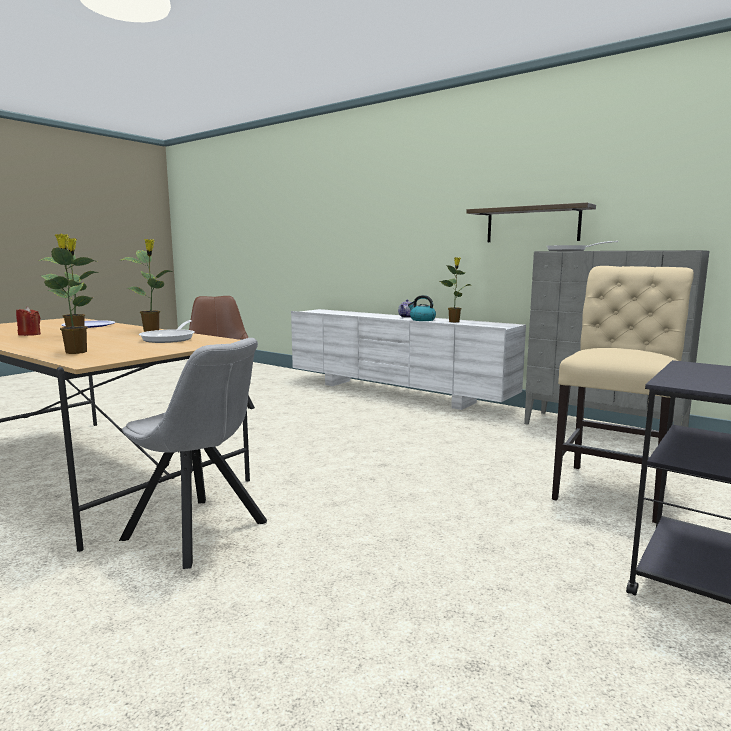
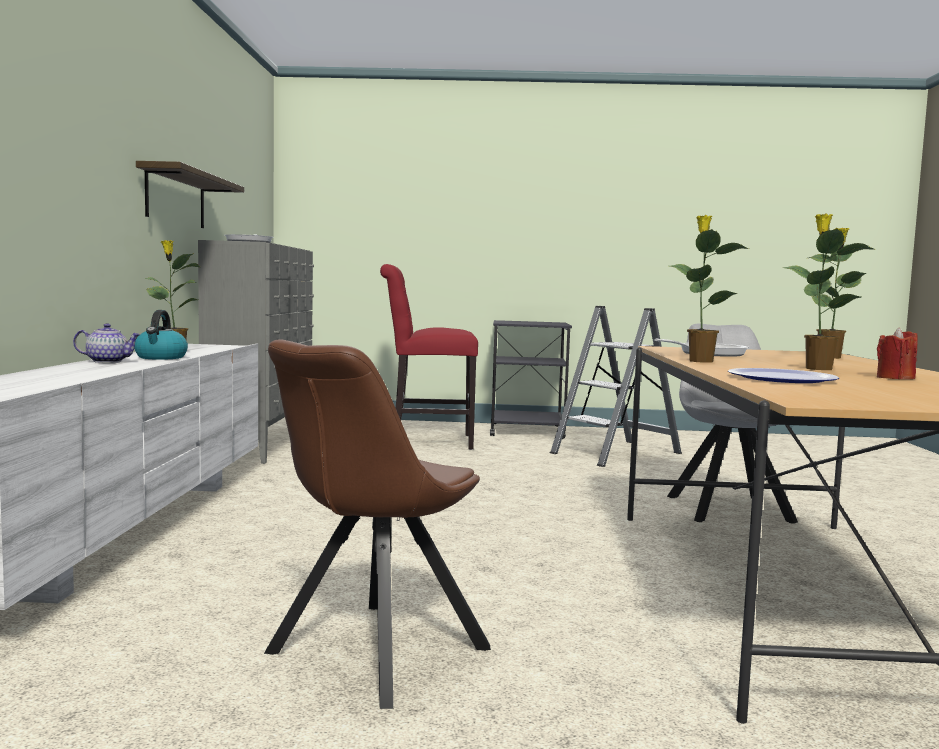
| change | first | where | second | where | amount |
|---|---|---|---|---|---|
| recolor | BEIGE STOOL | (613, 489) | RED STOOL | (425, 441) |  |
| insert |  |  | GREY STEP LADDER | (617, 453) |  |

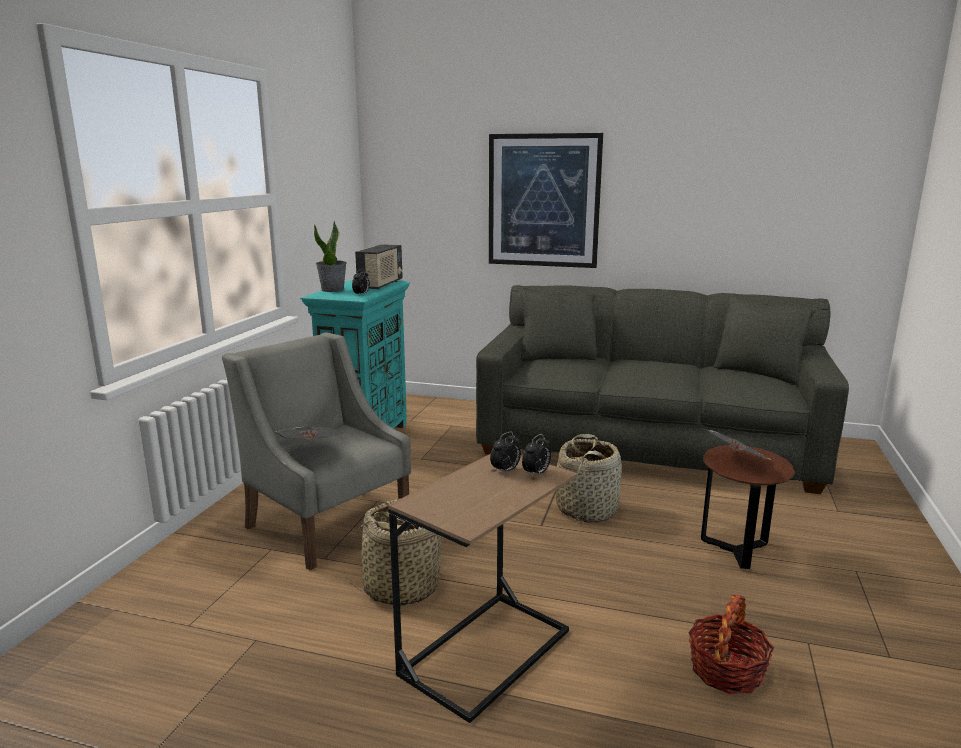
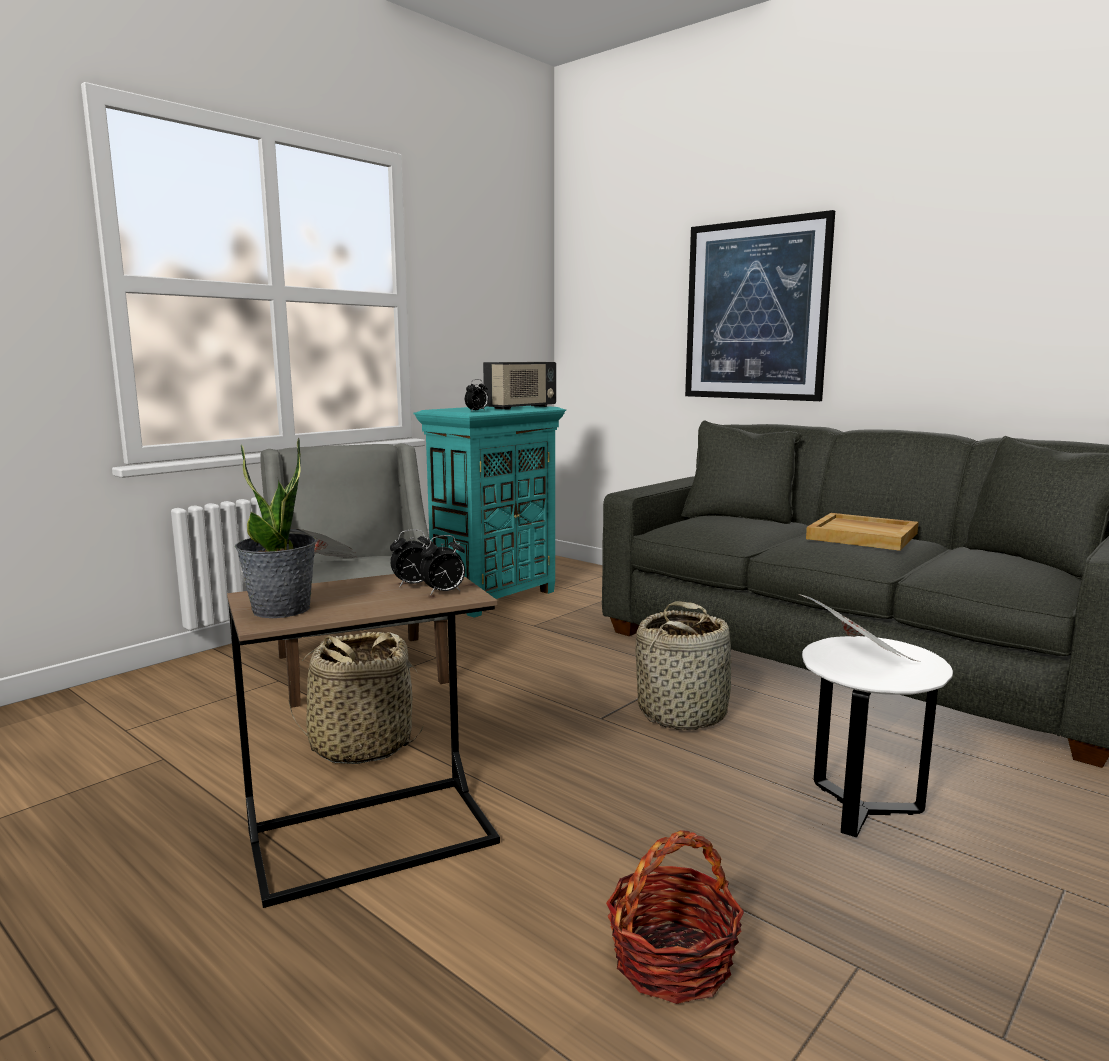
| change | first | where | second | where | amount |
|---|---|---|---|---|---|
| move | POTTED PLANT | (333, 290) |  | (281, 609) |  |
| recolor | BROWN SIDE TABLE | (736, 551) | WHITE SIDE TABLE | (861, 810) |  |
| insert |  |  | BEIGE TRAY | (863, 536) |  |

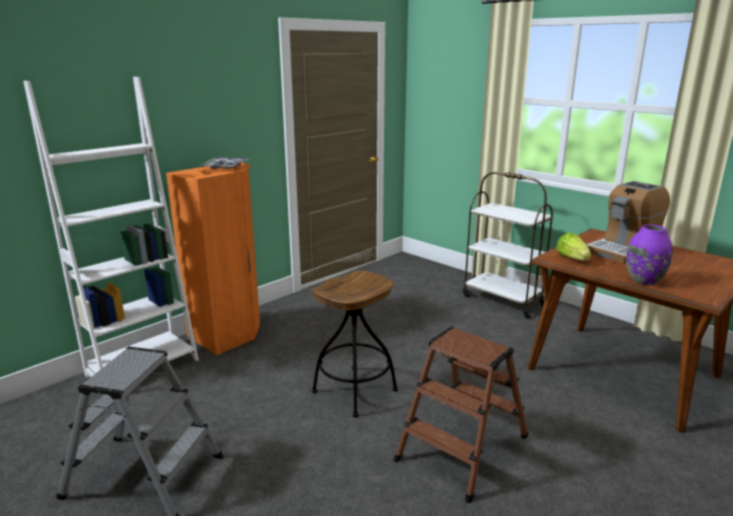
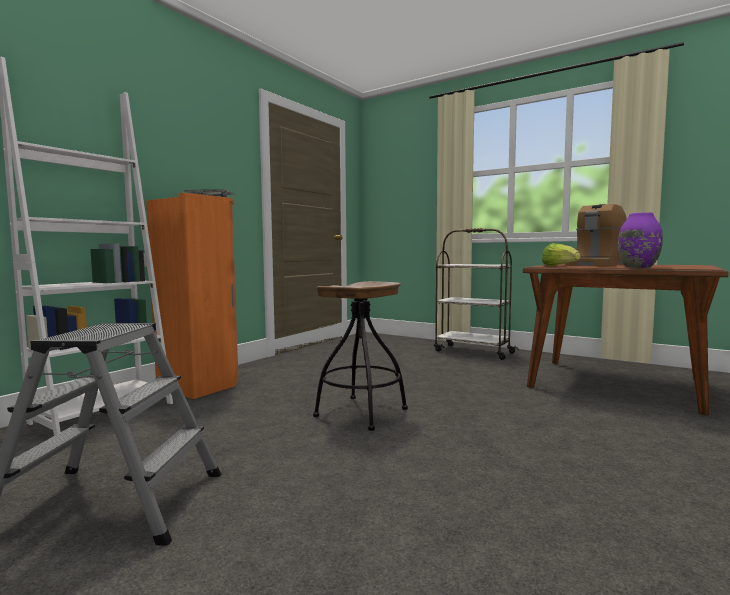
| change | first | where | second | where | amount |
|---|---|---|---|---|---|
| delete | BROWN STEP LADDER | (463, 447) |  |  |  |

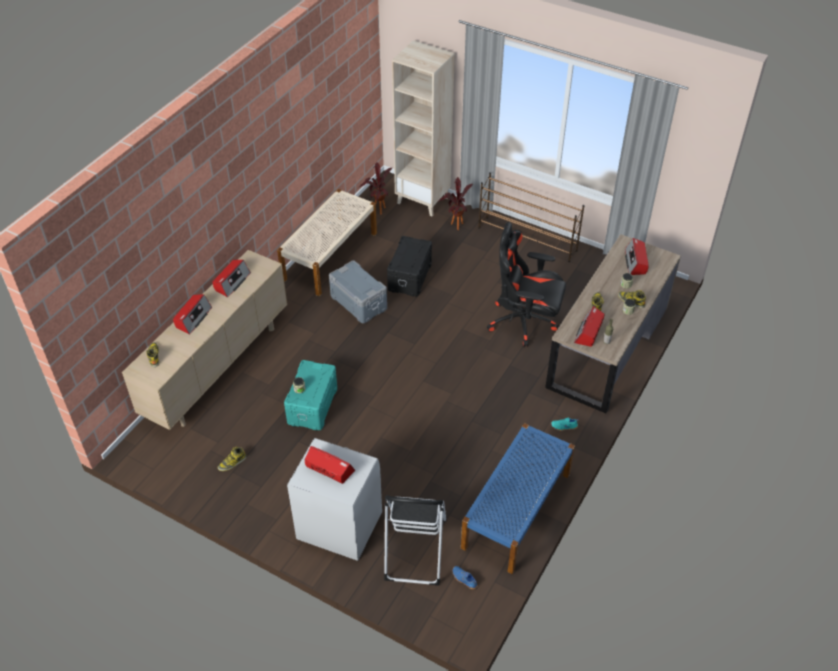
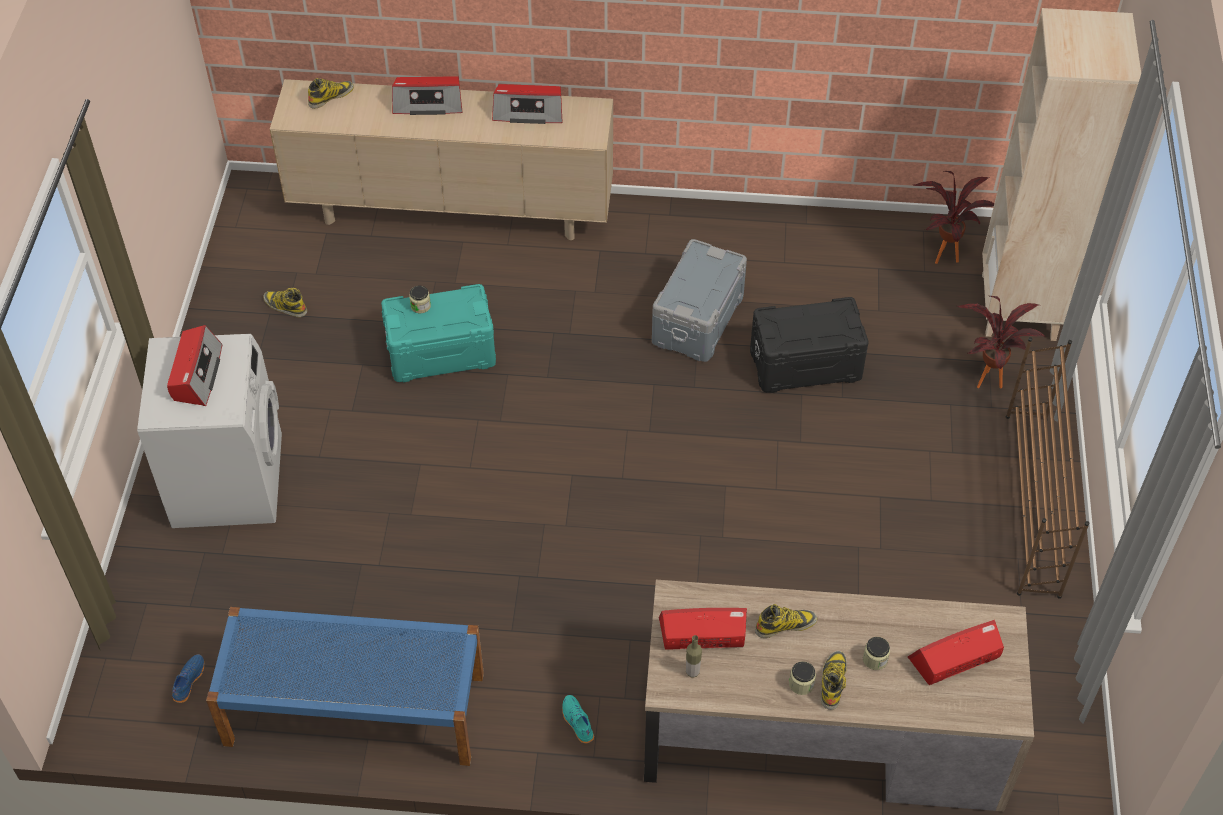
| change | first | where | second | where | amount |
|---|---|---|---|---|---|
| delete | BEIGE BENCH | (329, 256) |  |  |  |
| delete | STEP LADDER | (414, 551) |  |  |  |
| delete | BLACK OFFICE CHAIR | (526, 323) |  |  |  |

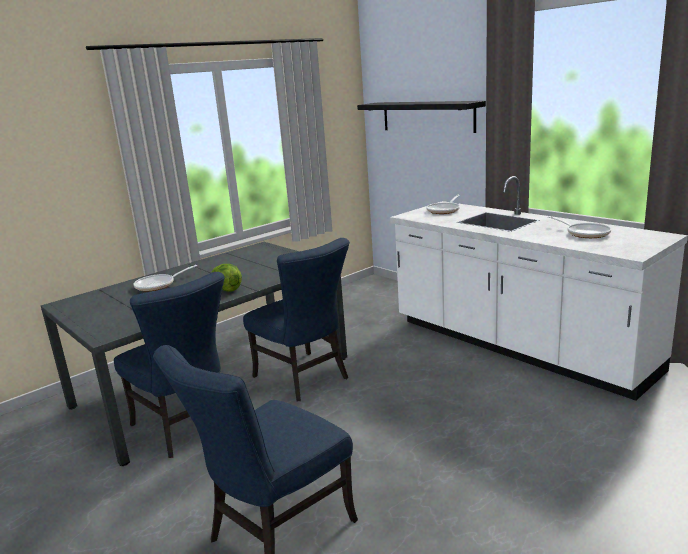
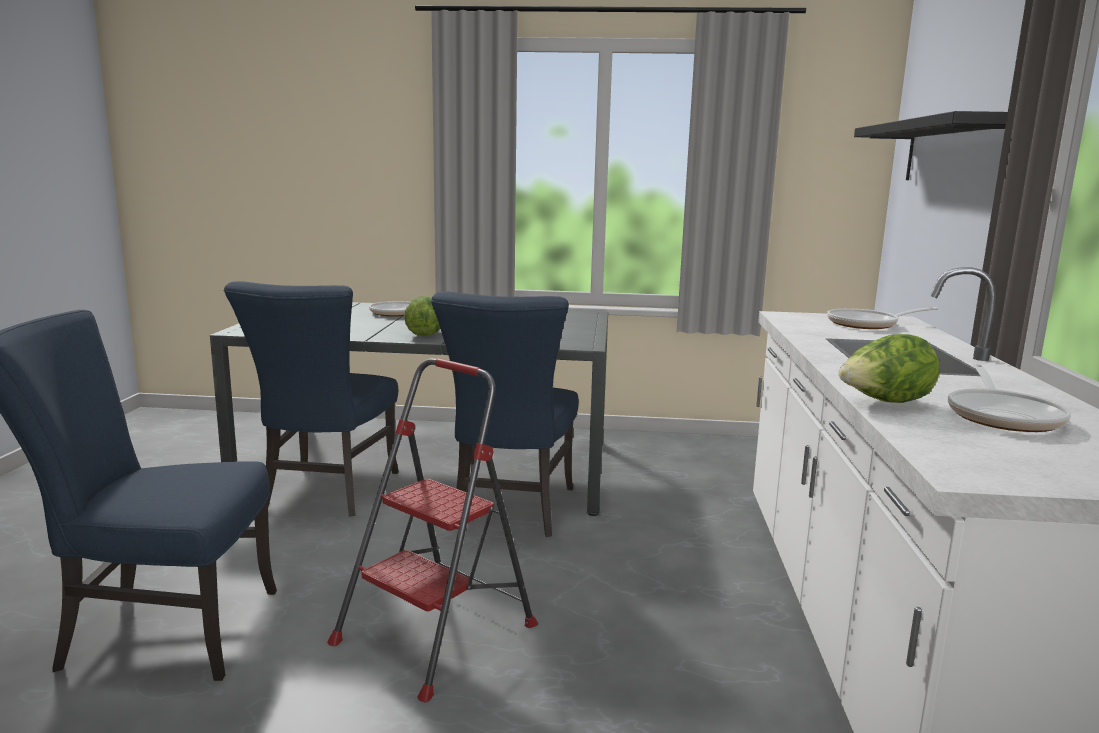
| change | first | where | second | where | amount |
|---|---|---|---|---|---|
| insert |  |  | RED STEP LADDER | (440, 630) |  |
| insert |  |  | LETTUCE | (884, 403) |  |

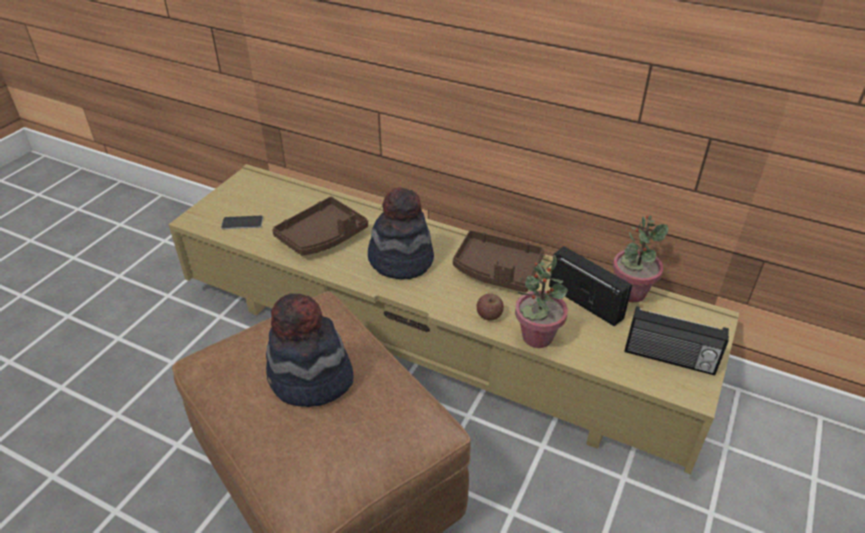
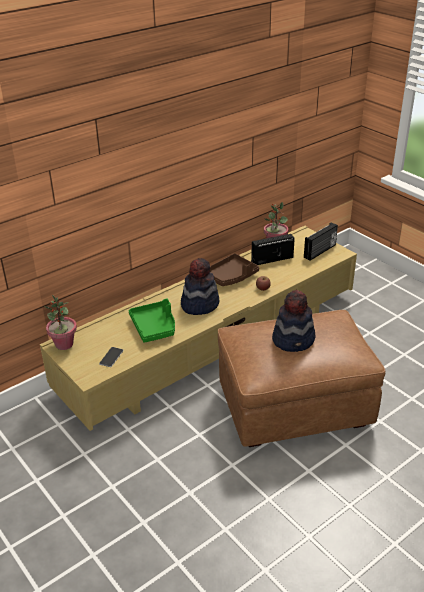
| change | first | where | second | where | amount |
|---|---|---|---|---|---|
| recolor | BROWN TRAY | (322, 237) | GREEN TRAY | (154, 327) |  |
| move | POTTED PLANT | (537, 337) |  | (64, 344) |  |

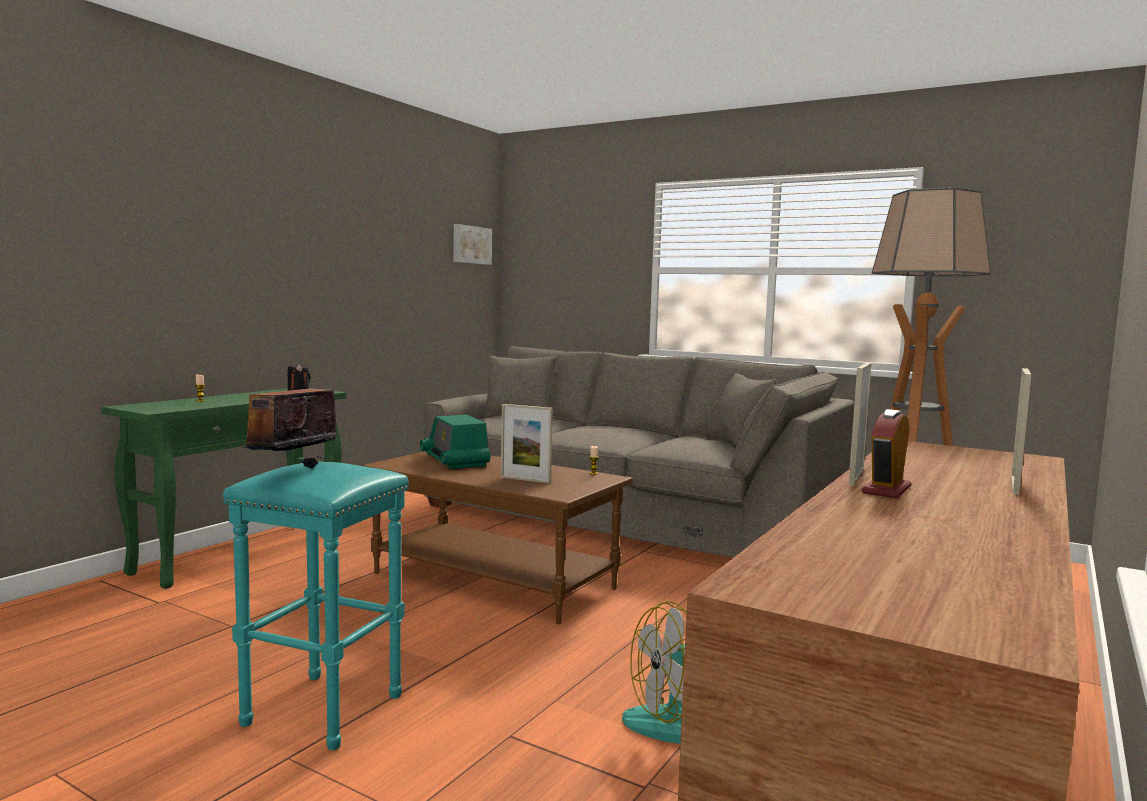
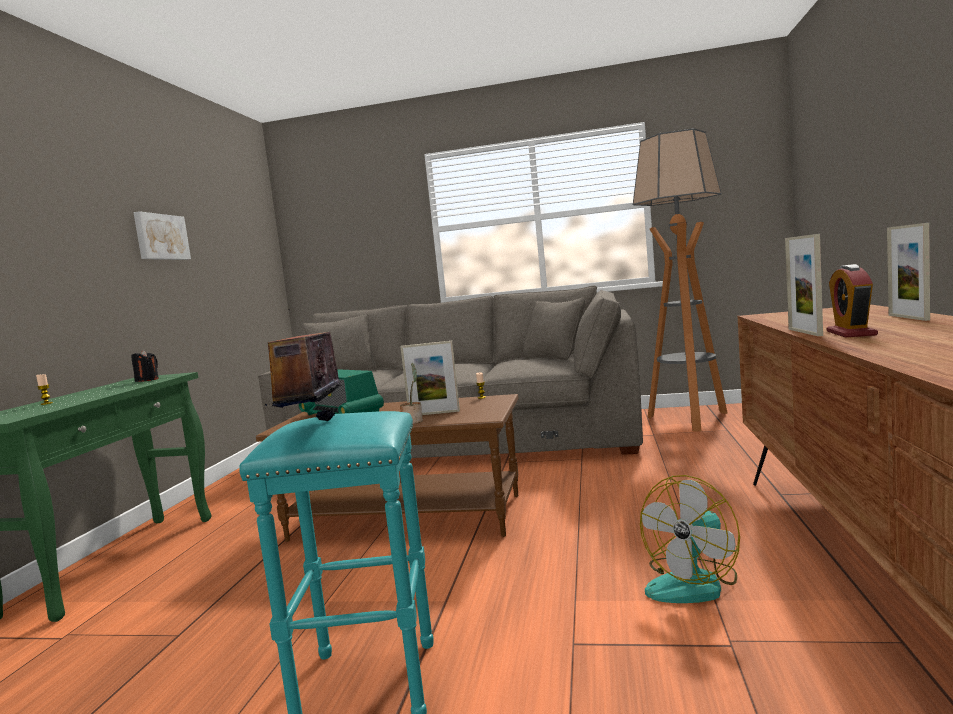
| change | first | where | second | where | amount |
|---|---|---|---|---|---|
| move | PICTURE | (471, 245) |  | (160, 237) |  |
| insert |  |  | POTTED PLANT | (413, 421) |  |

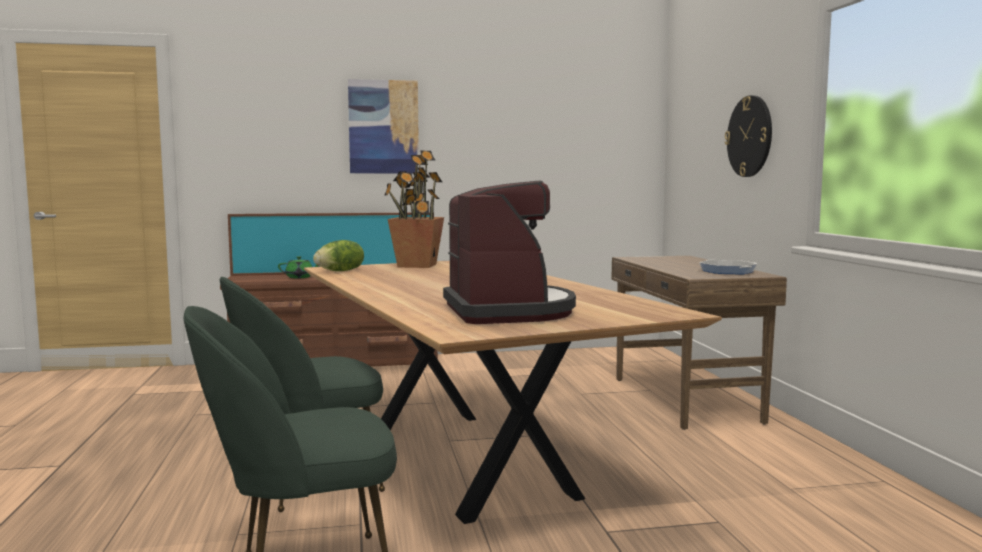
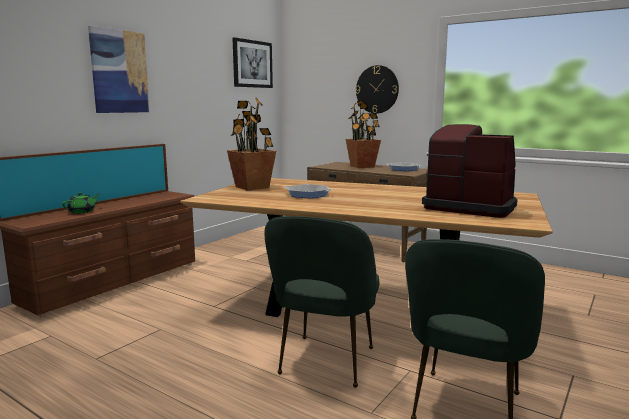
| change | first | where | second | where | amount |
|---|---|---|---|---|---|
| delete | LETTUCE | (340, 271) |  |  |  |
| insert |  |  | PICTURE | (252, 64) |  |
| insert |  |  | FRYING PAN | (308, 194) |  |
| insert |  |  | POTTED PLANT | (362, 166) |  |

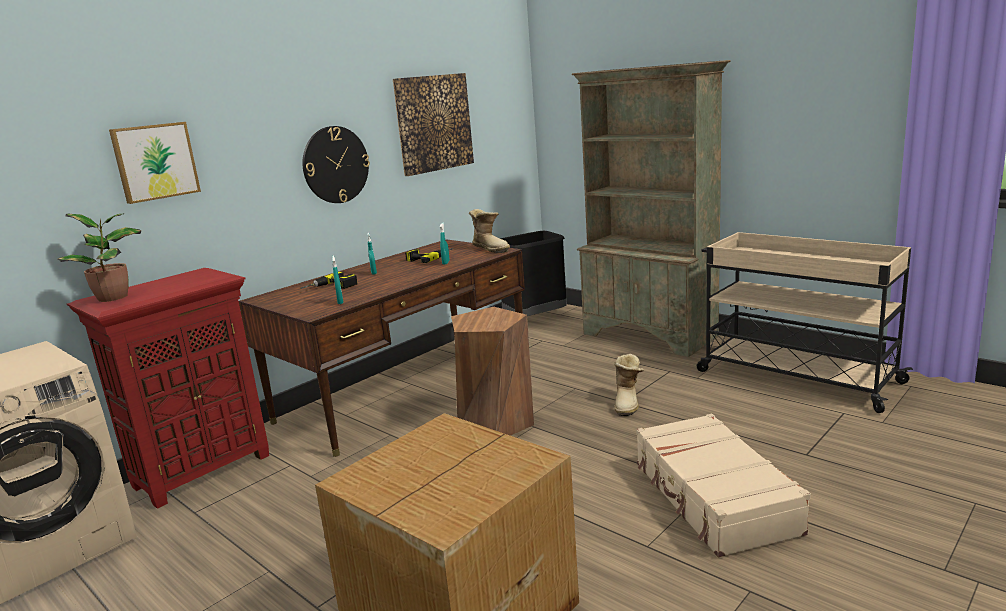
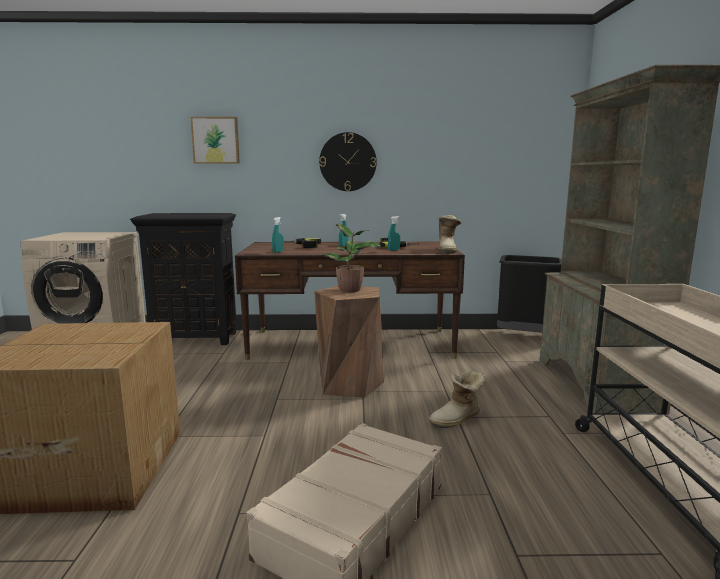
| change | first | where | second | where | amount |
|---|---|---|---|---|---|
| move | POTTED PLANT | (115, 297) |  | (351, 290) |  |
| recolor | RED CABINET | (203, 470) | BLACK CABINET | (196, 338) |  |
| delete | PICTURE | (433, 123) |  |  |  |

